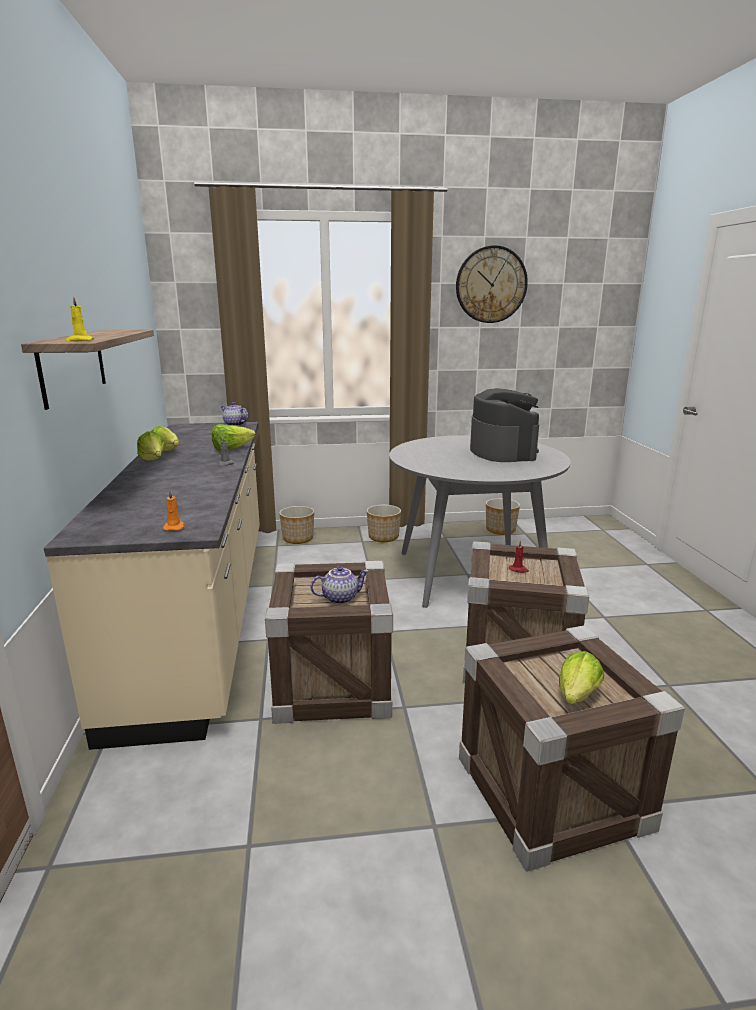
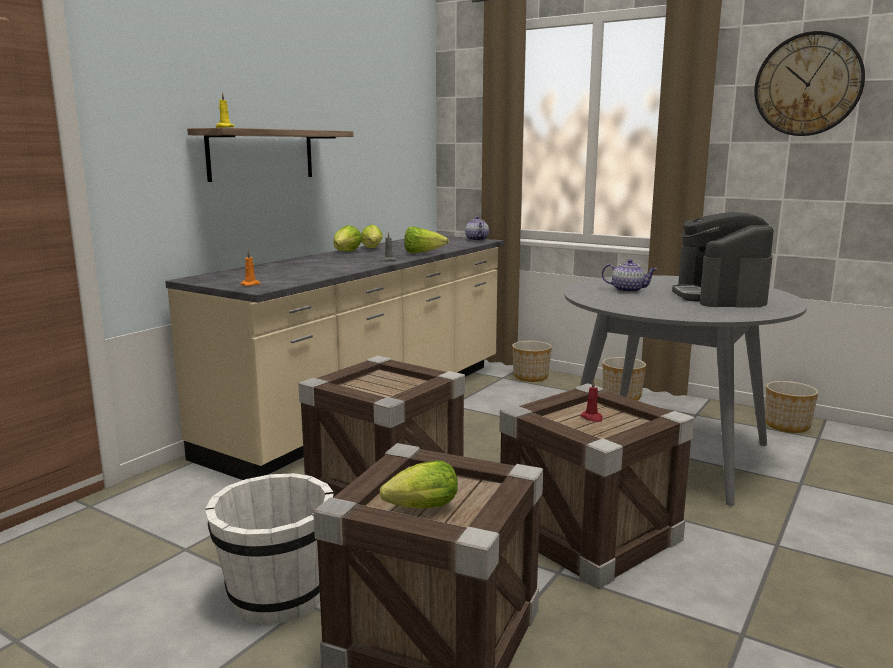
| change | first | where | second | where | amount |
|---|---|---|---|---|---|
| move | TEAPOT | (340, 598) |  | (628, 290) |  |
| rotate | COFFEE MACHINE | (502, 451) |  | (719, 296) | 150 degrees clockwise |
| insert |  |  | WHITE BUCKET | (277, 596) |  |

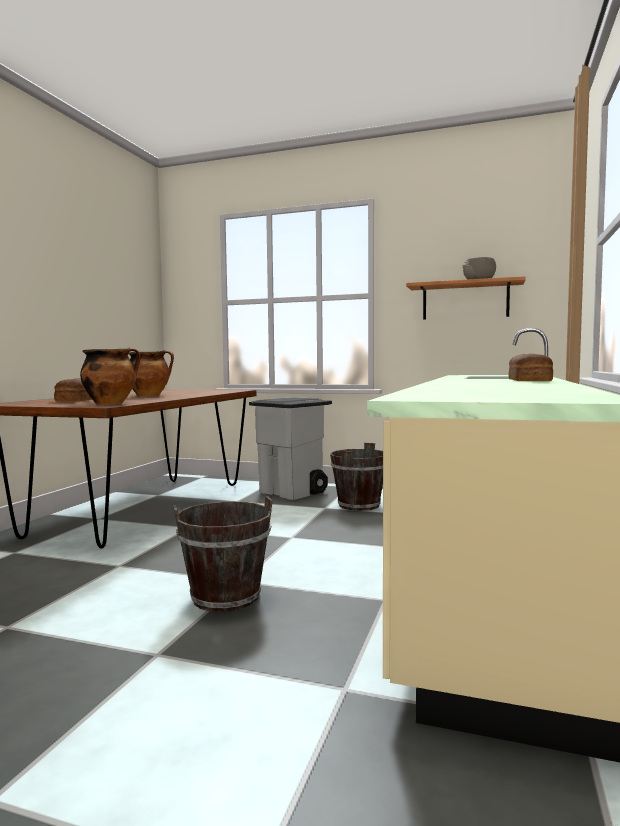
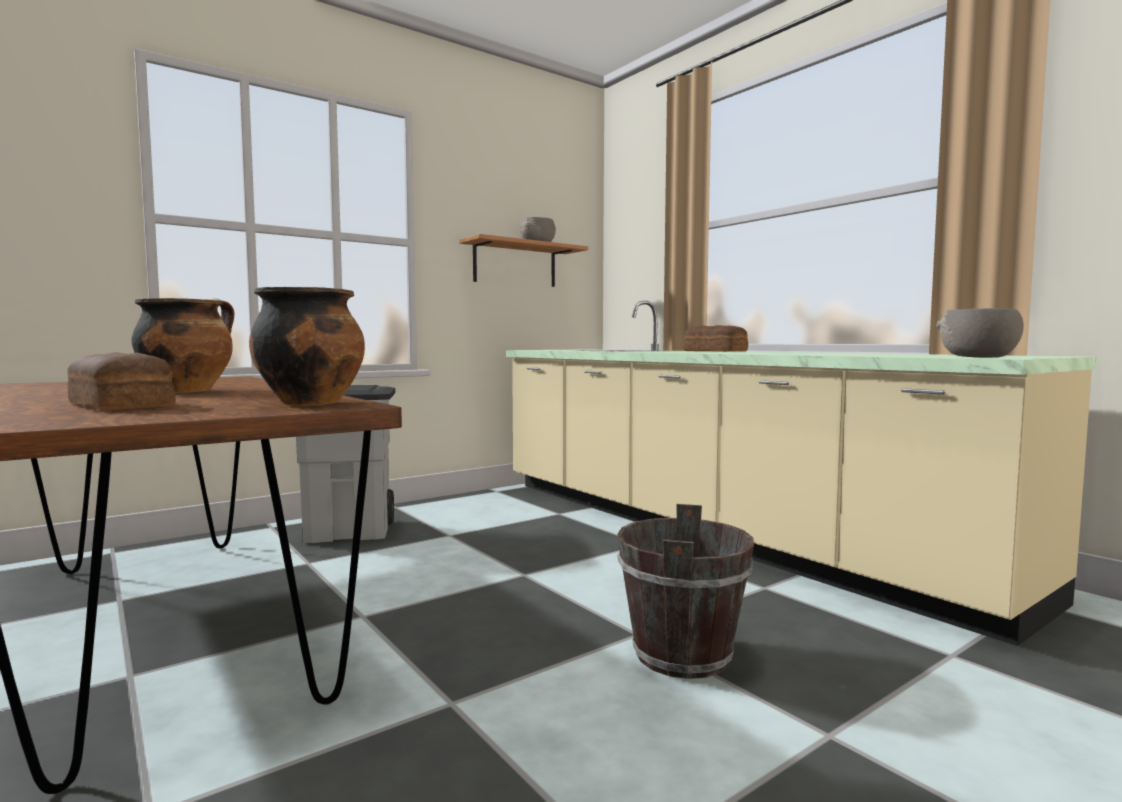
| change | first | where | second | where | amount |
|---|---|---|---|---|---|
| delete | BROWN BUCKET | (359, 505) |  |  |  |
| insert |  |  | GREY BOWL | (977, 357) |  |

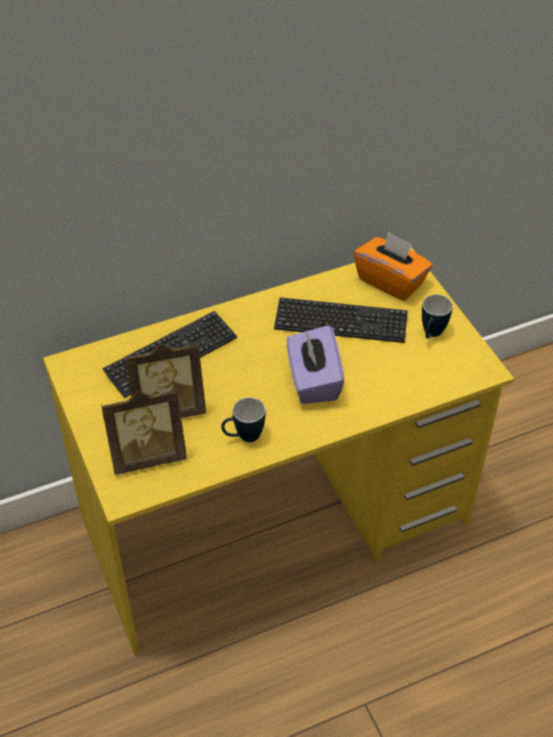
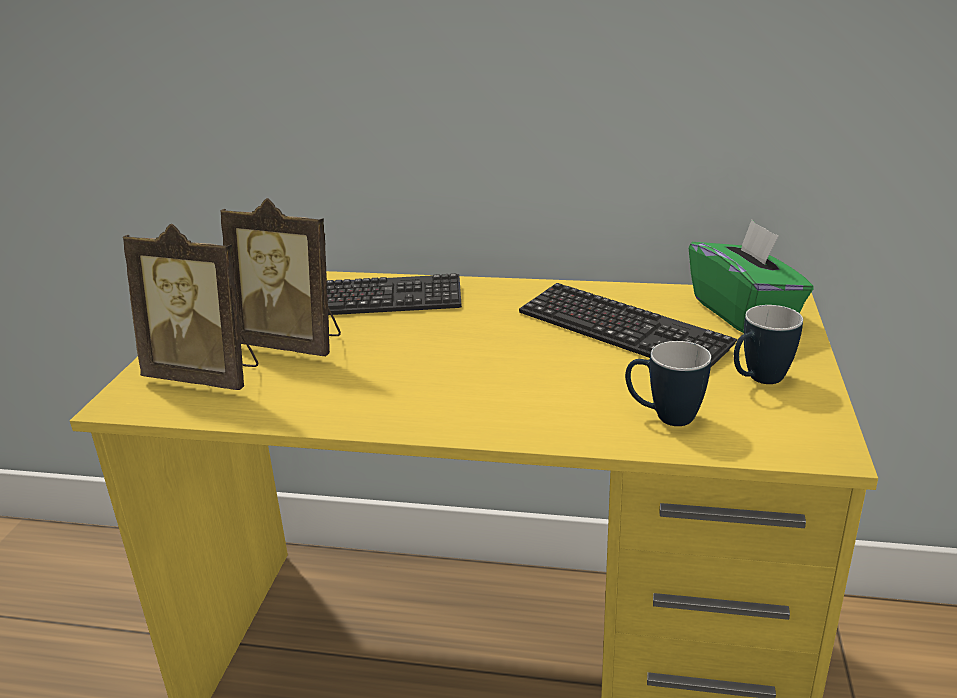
| change | first | where | second | where | amount |
|---|---|---|---|---|---|
| move | MUG | (243, 437) |  | (663, 417) |  |
| delete | PURPLE TISSUE BOX | (313, 381) |  |  |  |
| recolor | ORANGE TISSUE BOX | (391, 281) | GREEN TISSUE BOX | (744, 312) |  |

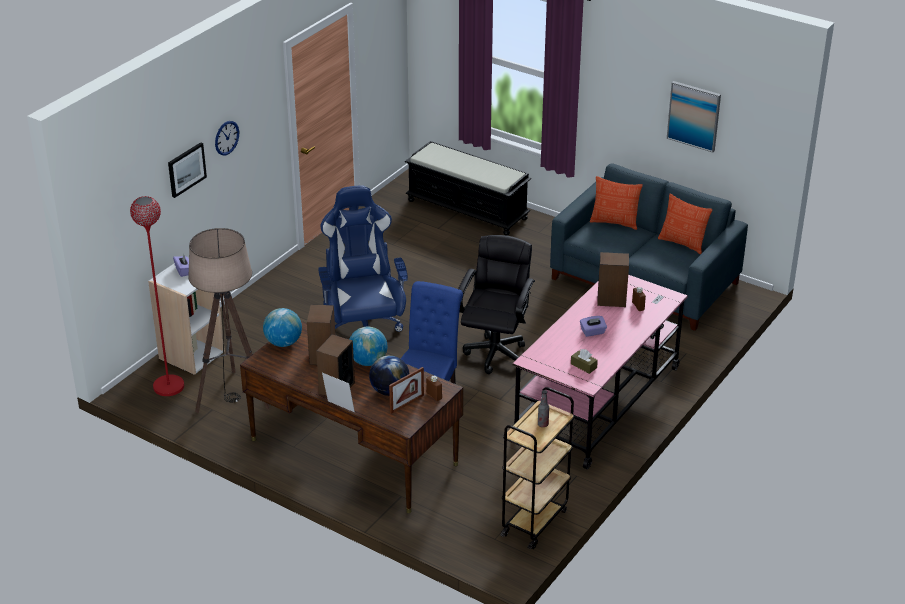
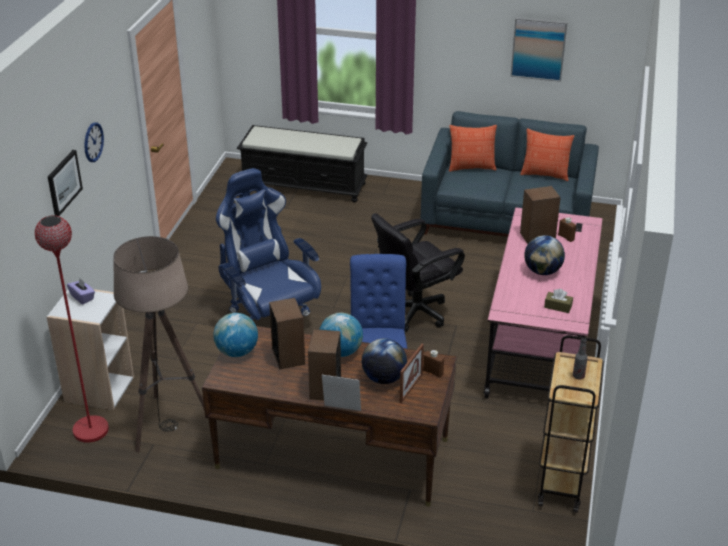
| change | first | where | second | where | amount |
|---|---|---|---|---|---|
| rotate | BLACK OFFICE CHAIR | (496, 352) |  | (414, 315) | 120 degrees counterclockwise |
| replace | PURPLE TISSUE BOX | (593, 332) | GLOBE | (542, 271) |  |

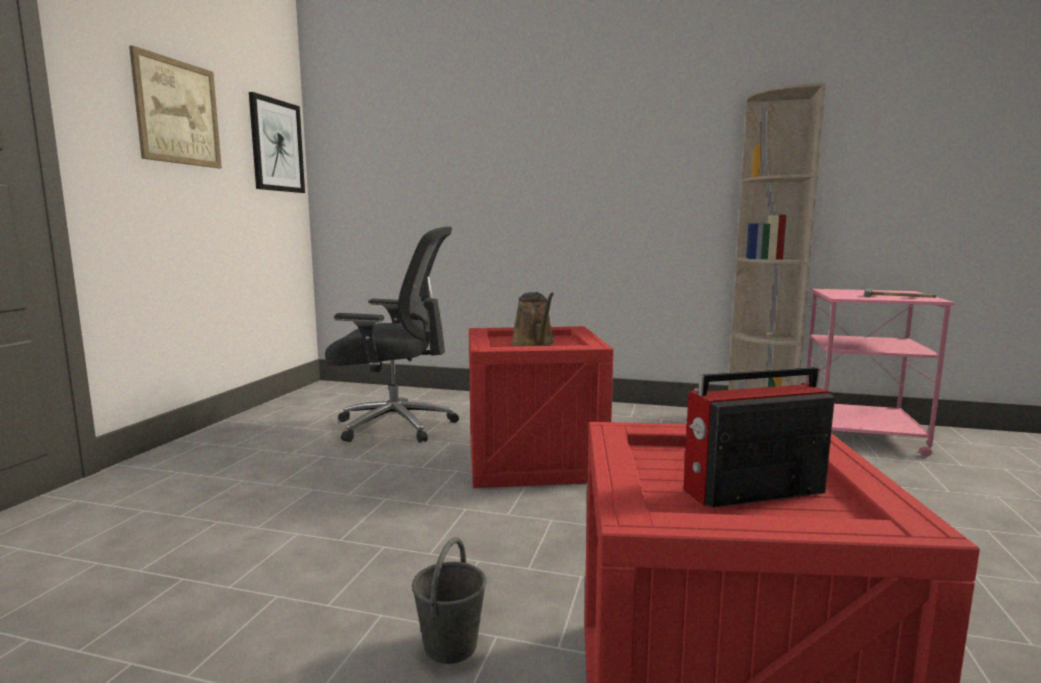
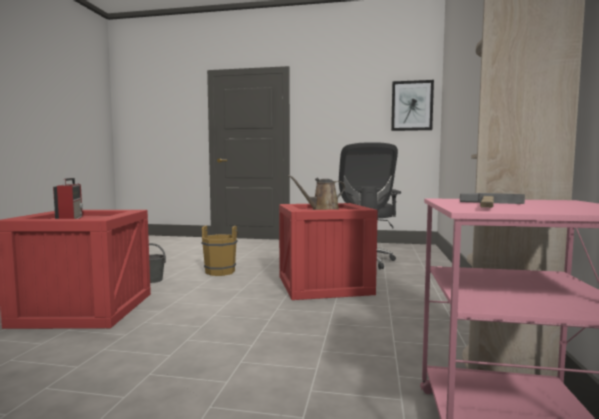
| change | first | where | second | where | amount |
|---|---|---|---|---|---|
| delete | PICTURE | (178, 112) |  |  |  |
| insert |  |  | BROWN BUCKET | (221, 271) |  |

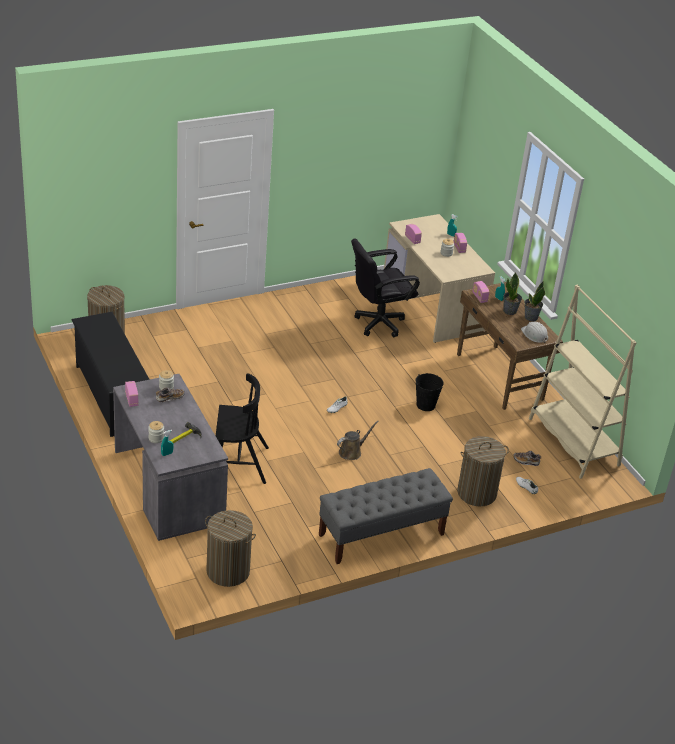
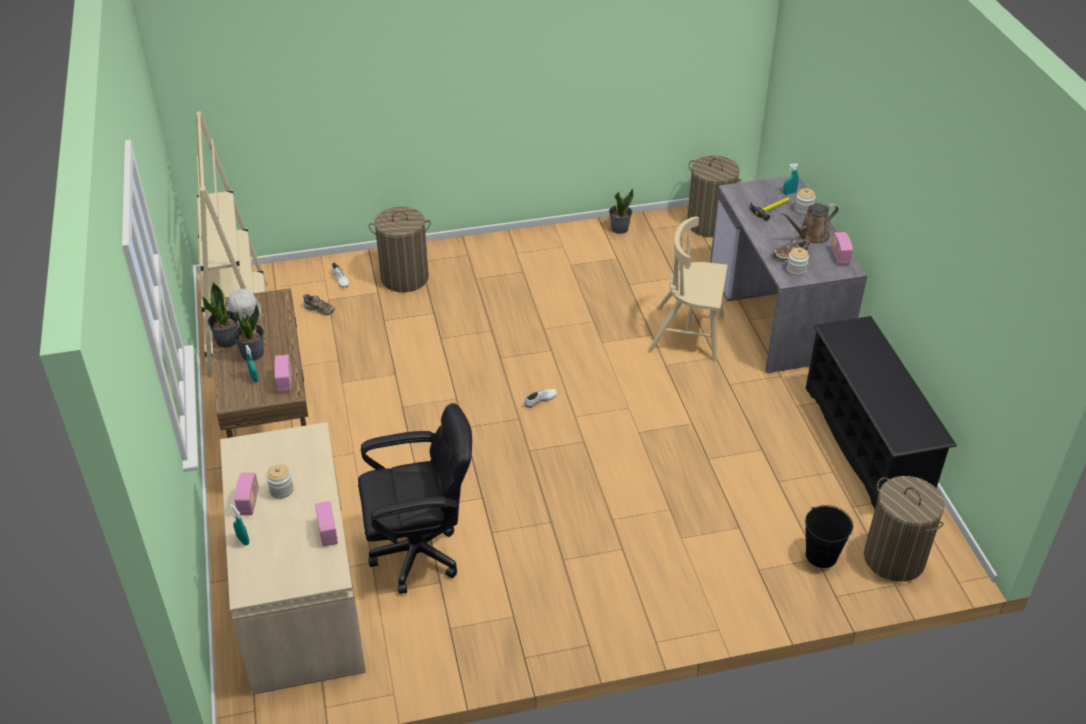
| change | first | where | second | where | amount |
|---|---|---|---|---|---|
| recolor | BLACK CHAIR | (236, 463) | BEIGE CHAIR | (691, 334) |  |
| delete | GREY BENCH | (381, 535) |  |  |  |
| move | BROWN WATERING CAN | (352, 452) |  | (810, 236) |  |
| move | BLACK BUCKET | (426, 405) |  | (821, 555) |  |
| insert |  |  | POTTED PLANT | (619, 228) |  |

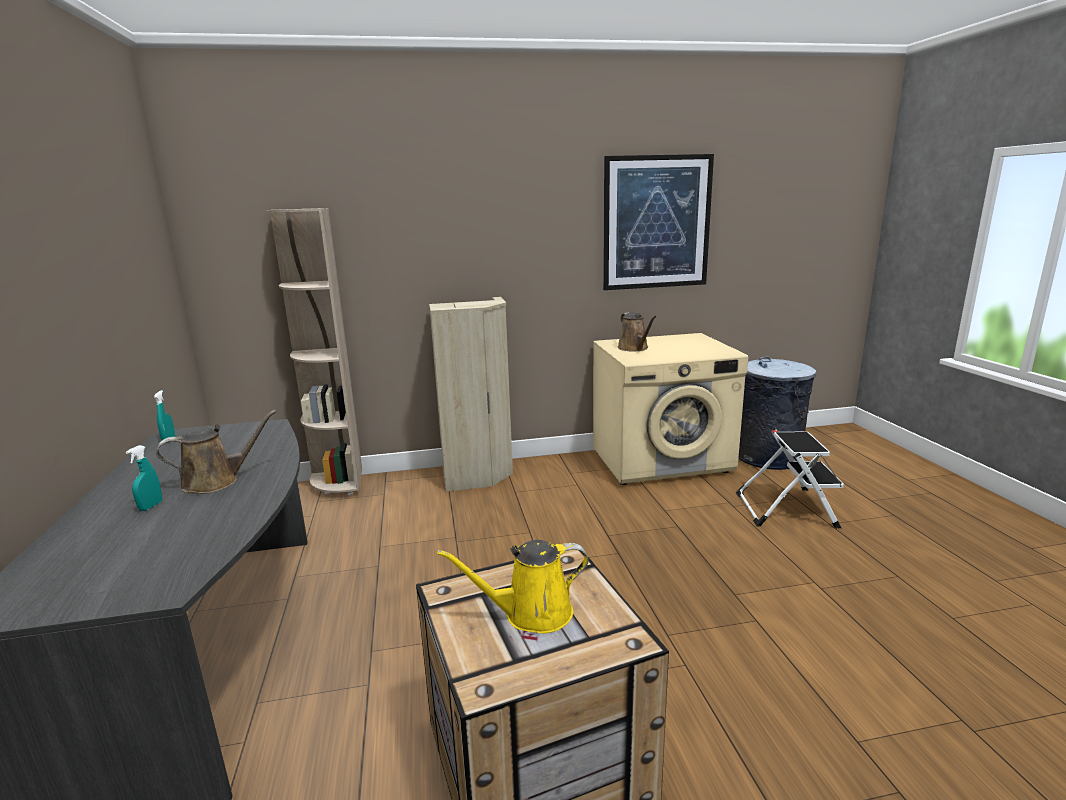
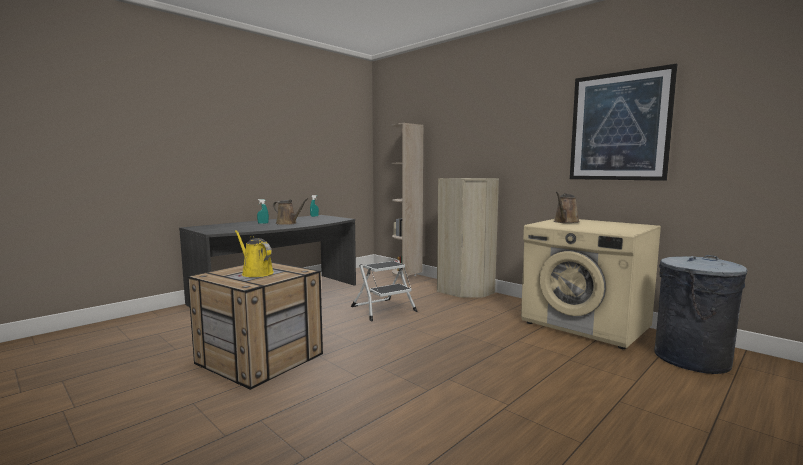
| change | first | where | second | where | amount |
|---|---|---|---|---|---|
| move | STEP LADDER | (786, 508) |  | (383, 309) |  |

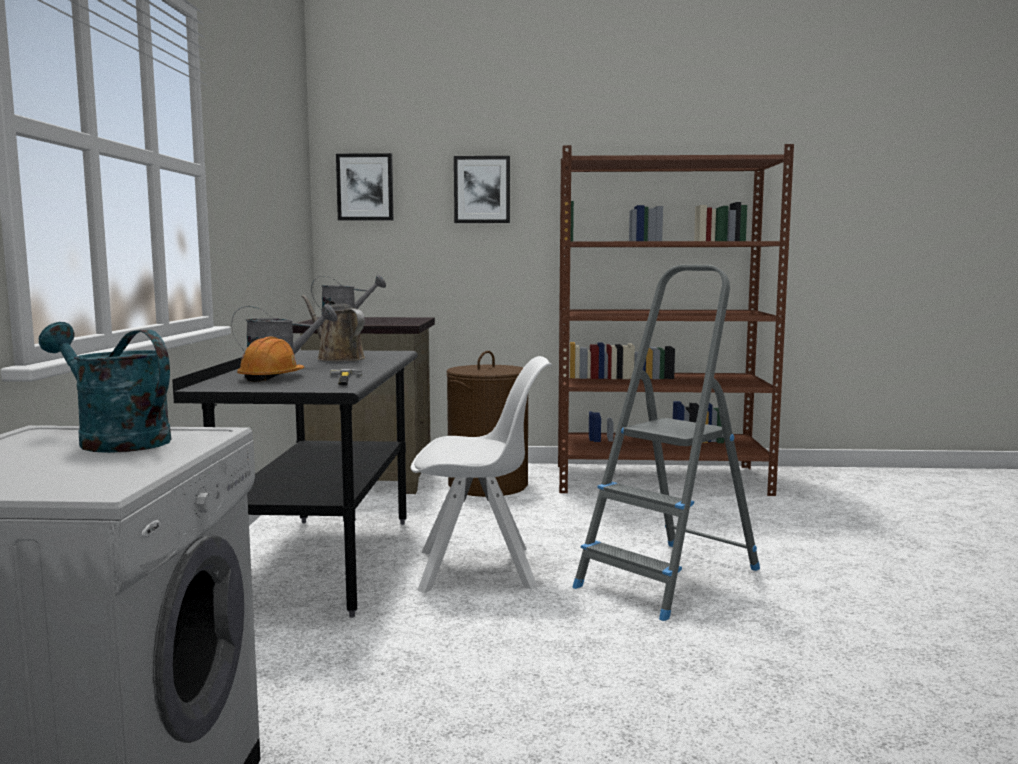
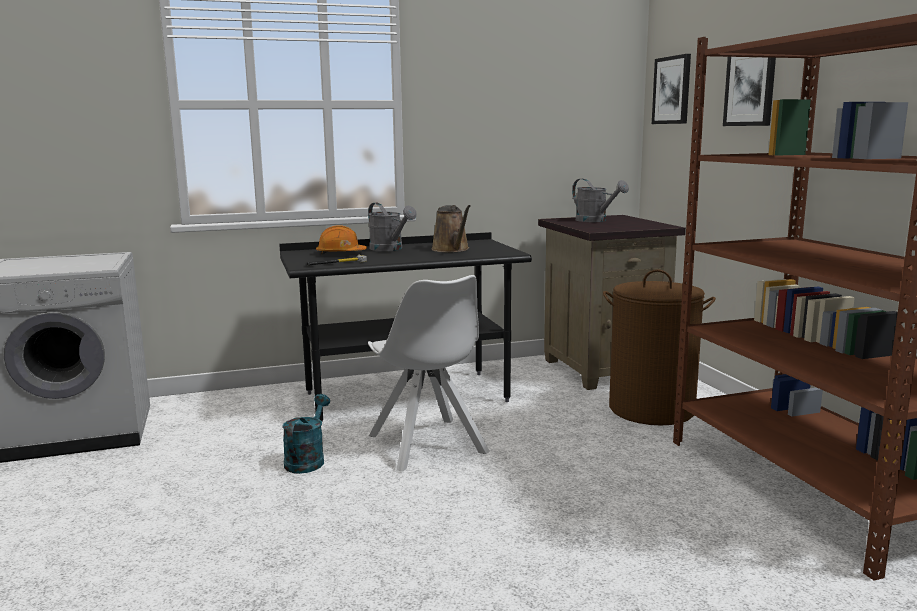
| change | first | where | second | where | amount |
|---|---|---|---|---|---|
| move | TURQUOISE WATERING CAN | (114, 440) |  | (307, 460) |  |
| rotate | BROWN WATERING CAN | (337, 358) |  | (452, 250) | 135 degrees clockwise |
| delete | GREY STEP LADDER | (667, 578) |  |  |  |

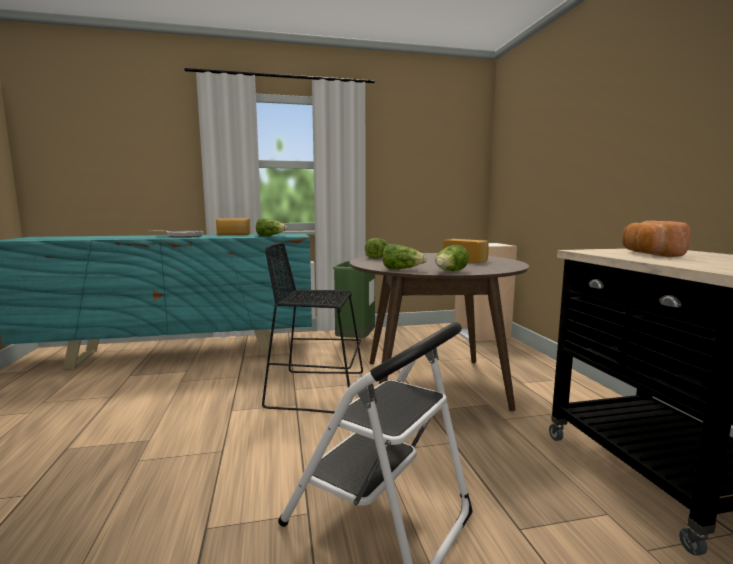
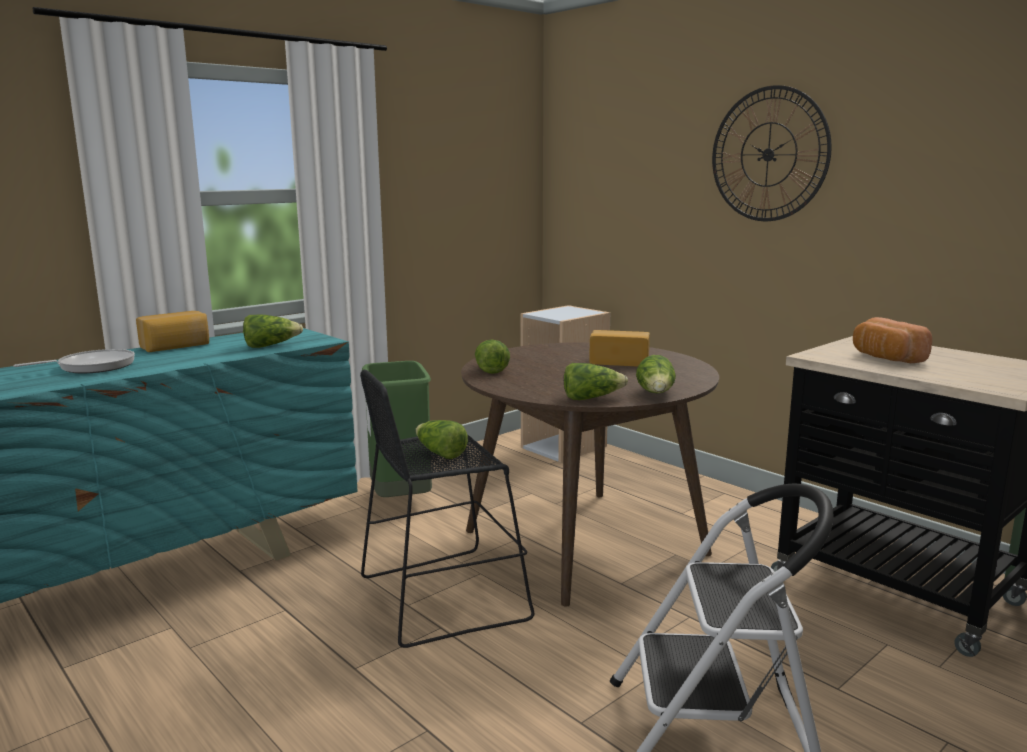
| change | first | where | second | where | amount |
|---|---|---|---|---|---|
| insert |  |  | LETTUCE | (440, 453) |  |
| insert |  |  | WALL CLOCK | (768, 154) |  |

